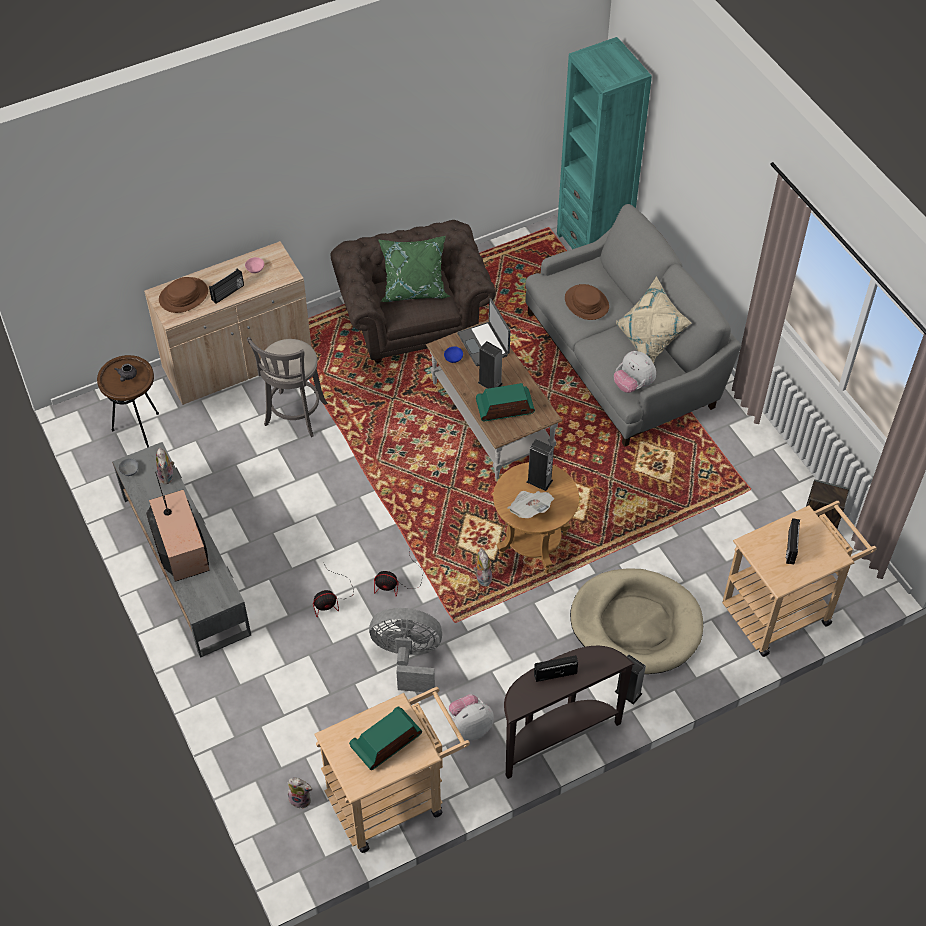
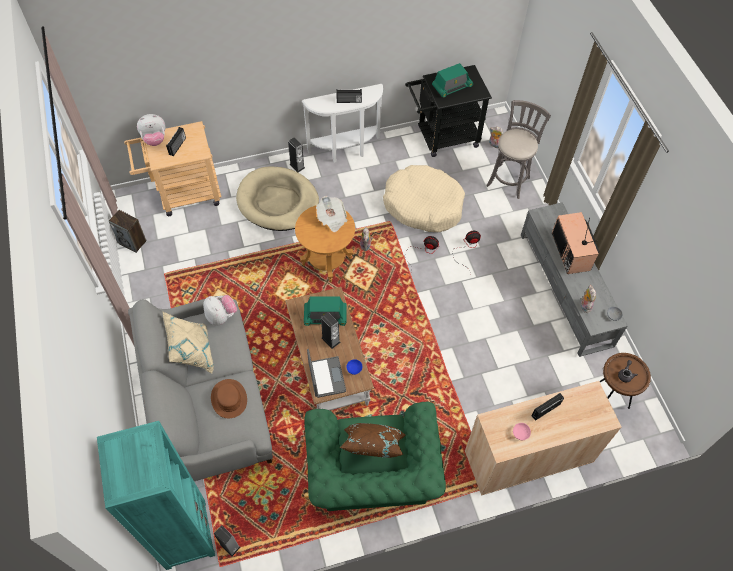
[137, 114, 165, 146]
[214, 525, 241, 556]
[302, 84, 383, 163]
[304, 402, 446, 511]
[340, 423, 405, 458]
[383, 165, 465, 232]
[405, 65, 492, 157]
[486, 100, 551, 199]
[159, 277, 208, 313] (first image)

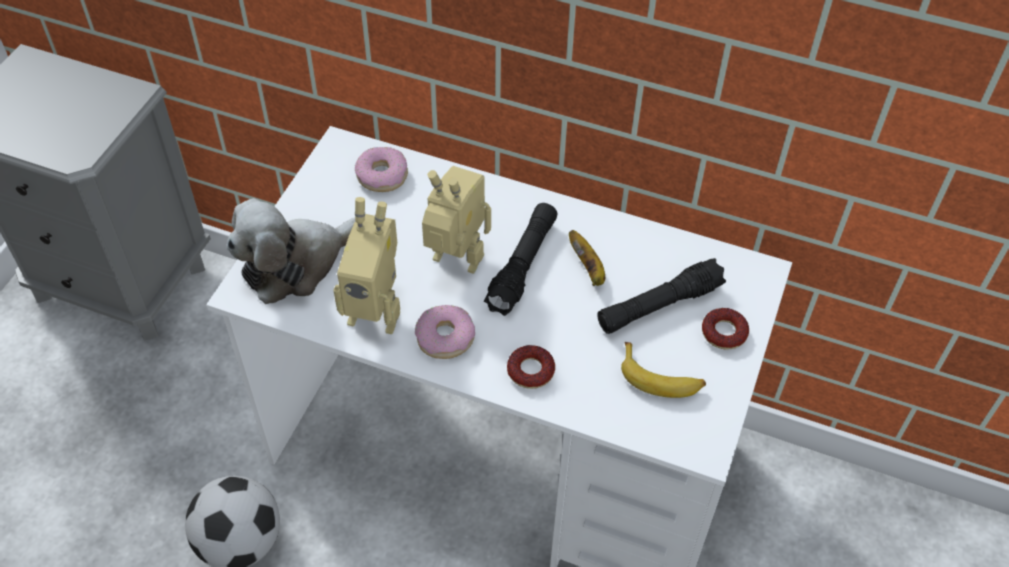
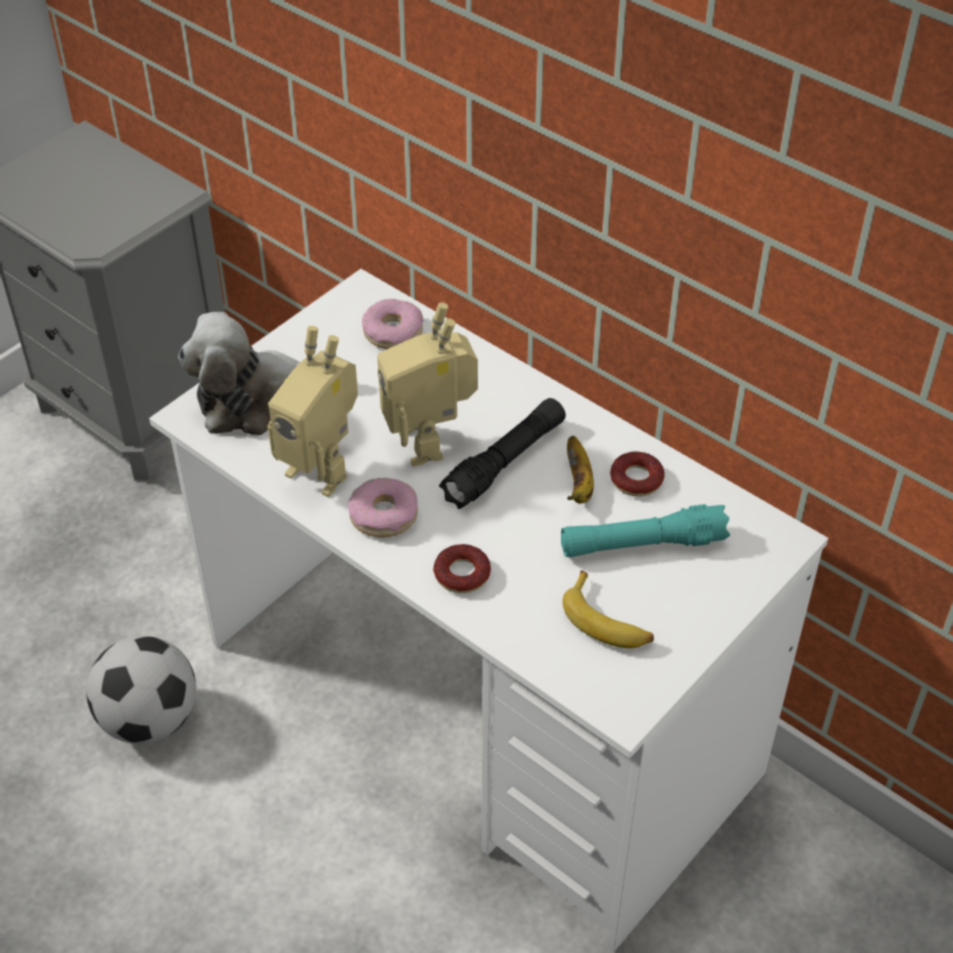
[377, 302, 478, 467]
[561, 504, 730, 557]
[610, 451, 665, 497]

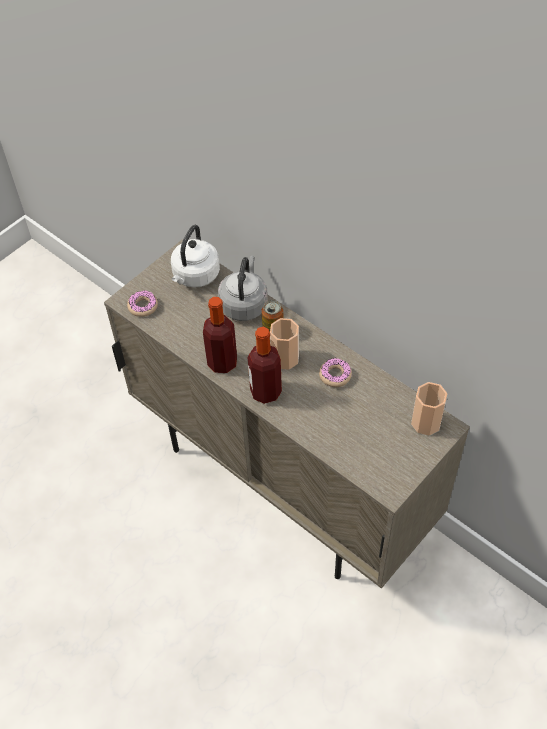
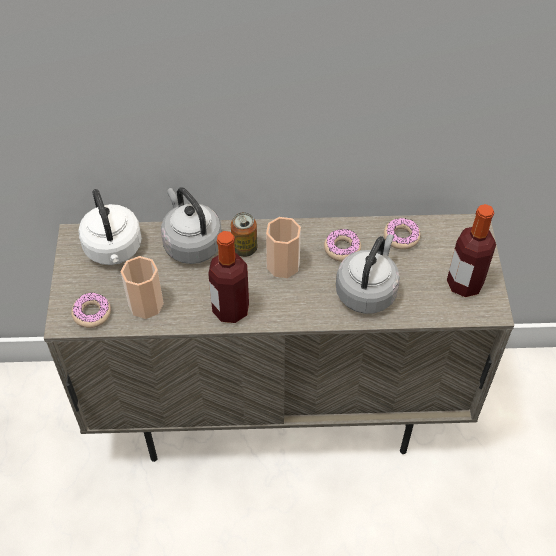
[121, 256, 164, 319]
[336, 234, 400, 314]
[384, 218, 421, 250]
[447, 204, 496, 297]

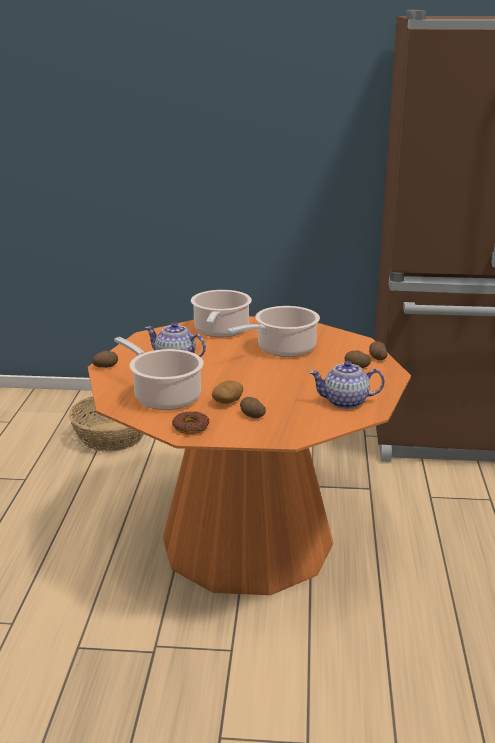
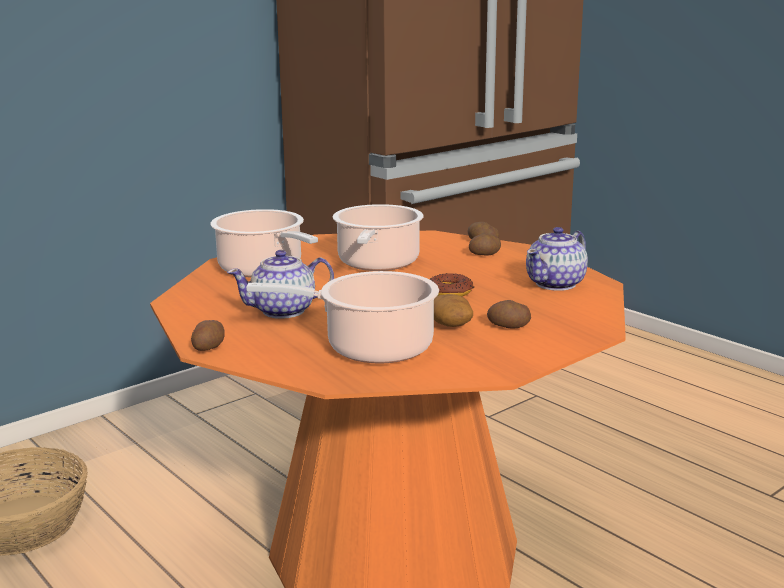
[429, 273, 474, 296]

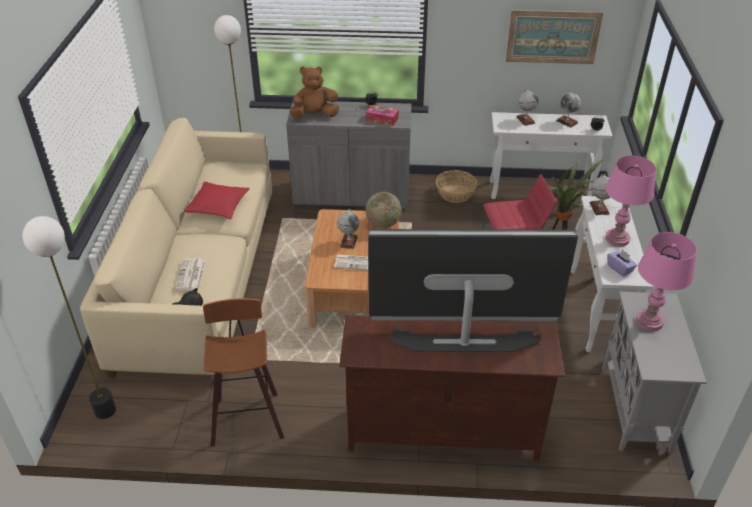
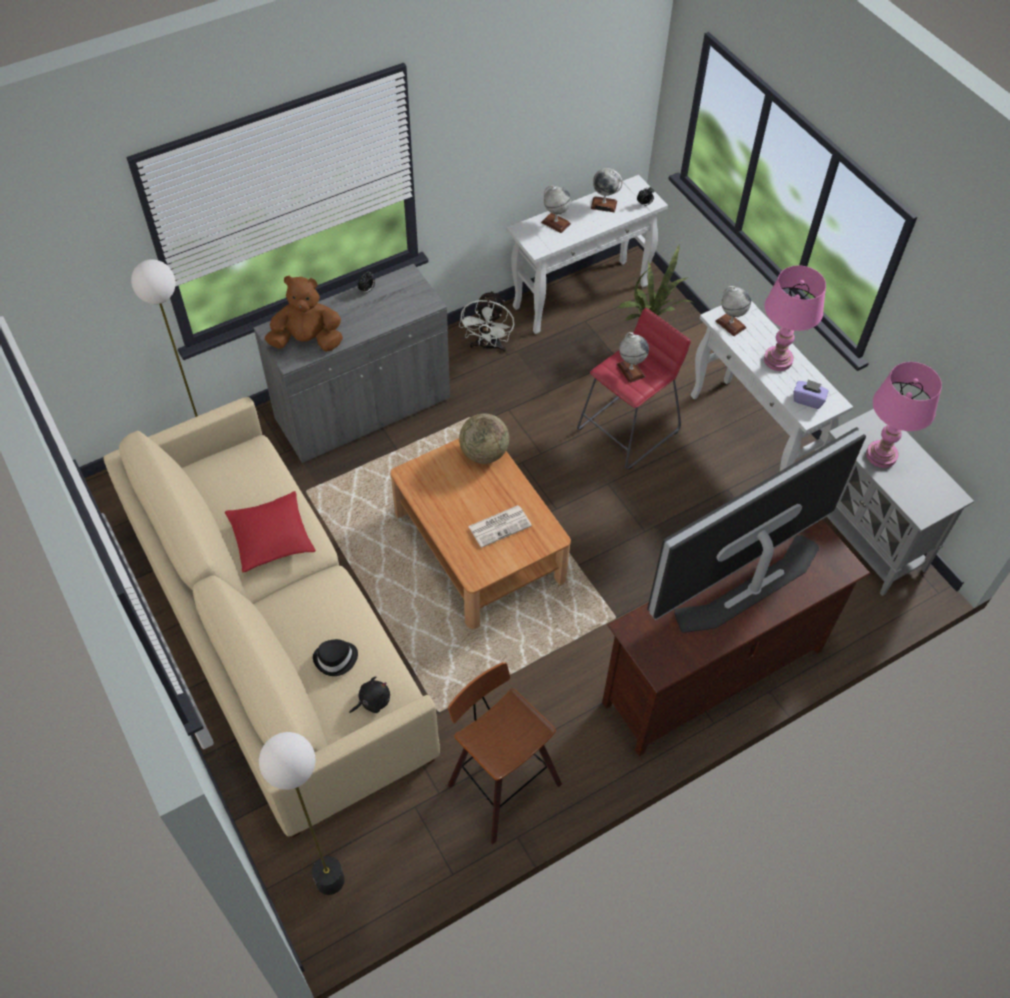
[265, 276, 343, 352]
[313, 639, 358, 676]
[459, 290, 514, 352]
[617, 332, 649, 383]
[366, 105, 398, 126] (first image)
[506, 10, 603, 64] (first image)

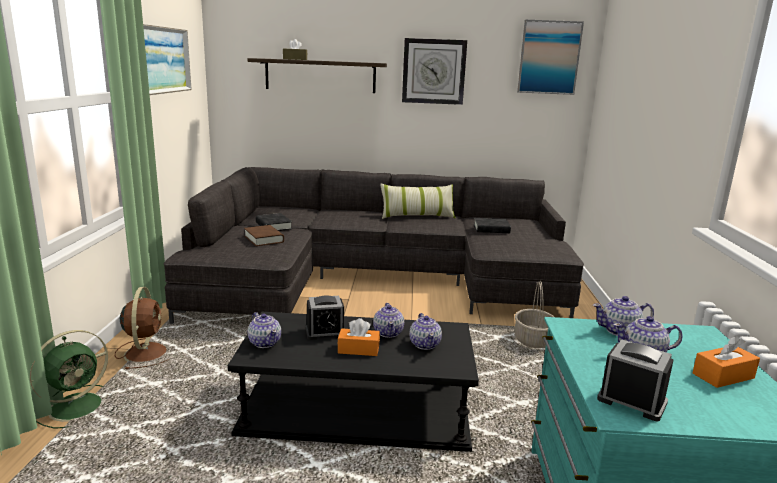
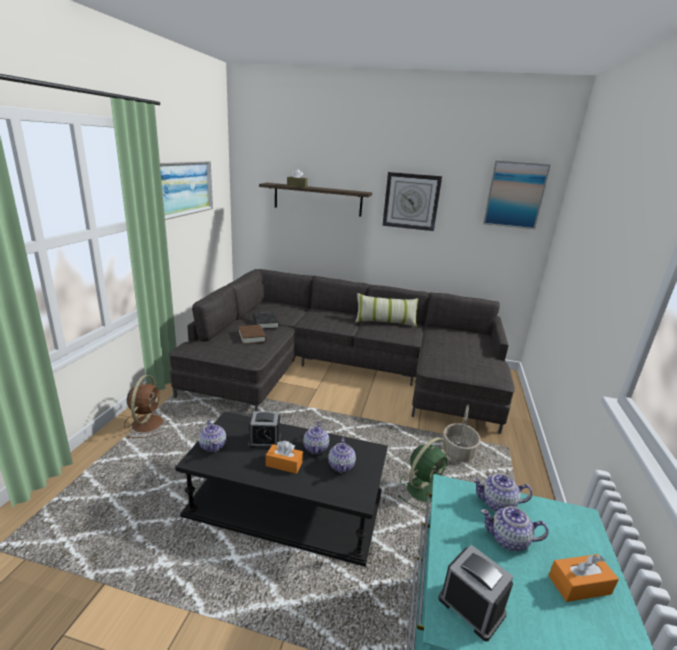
[398, 437, 447, 510]
[474, 218, 511, 233] (first image)

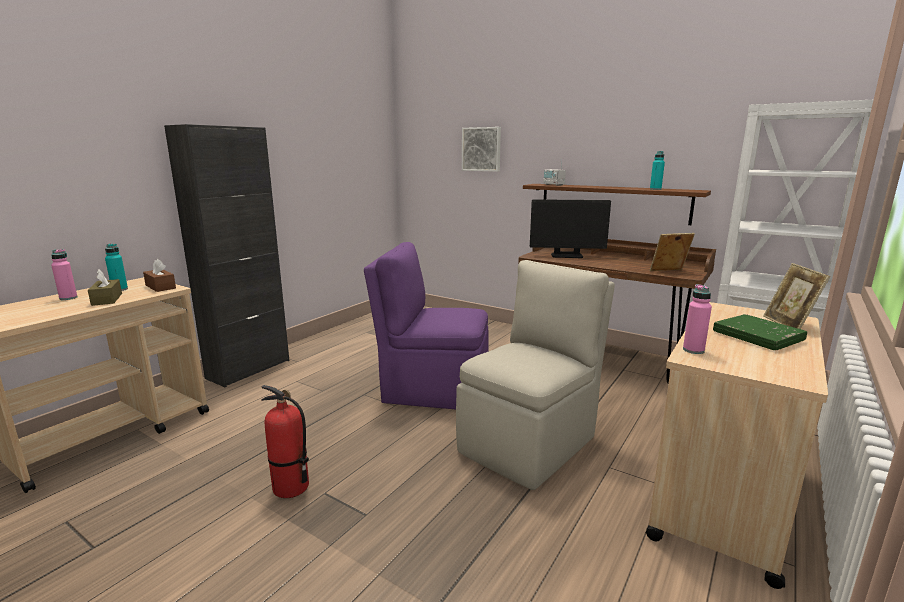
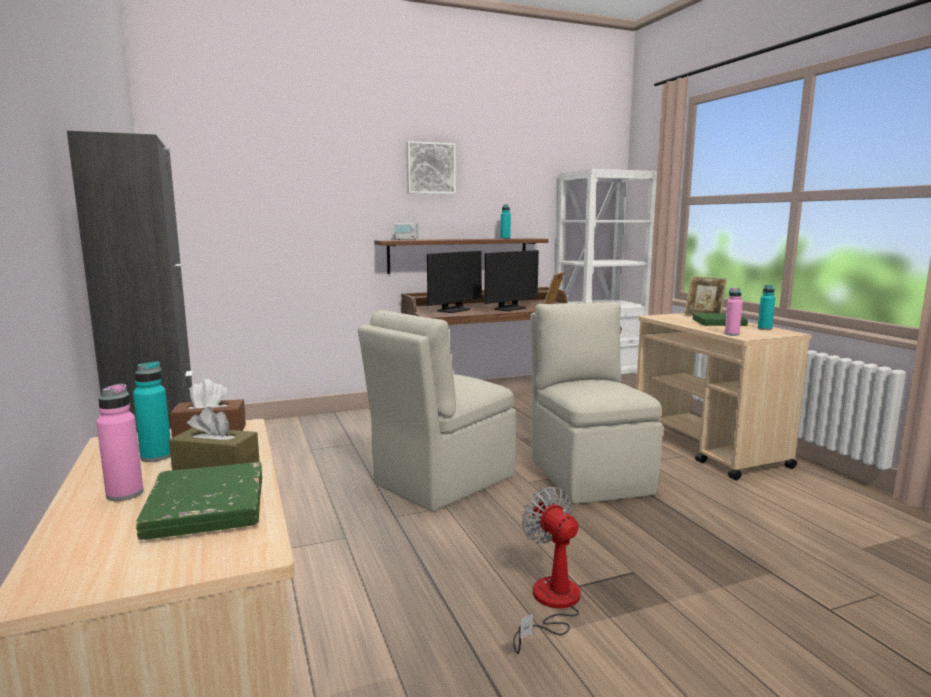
[136, 462, 262, 540]
[358, 310, 516, 511]
[406, 141, 455, 194]
[484, 250, 539, 311]
[513, 487, 580, 654]
[758, 285, 775, 330]

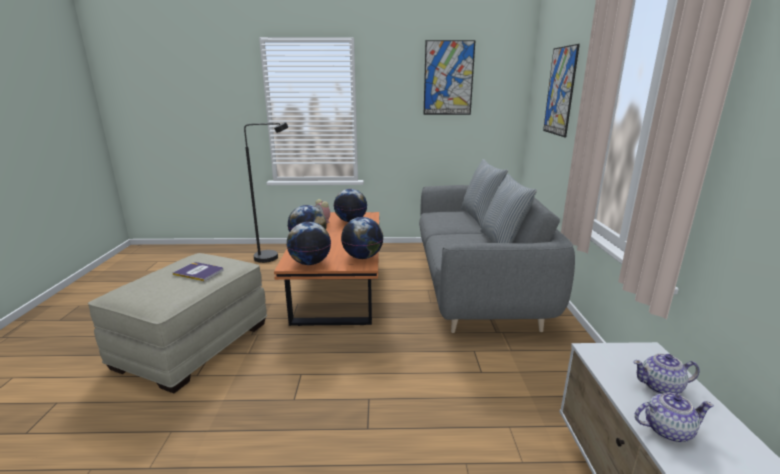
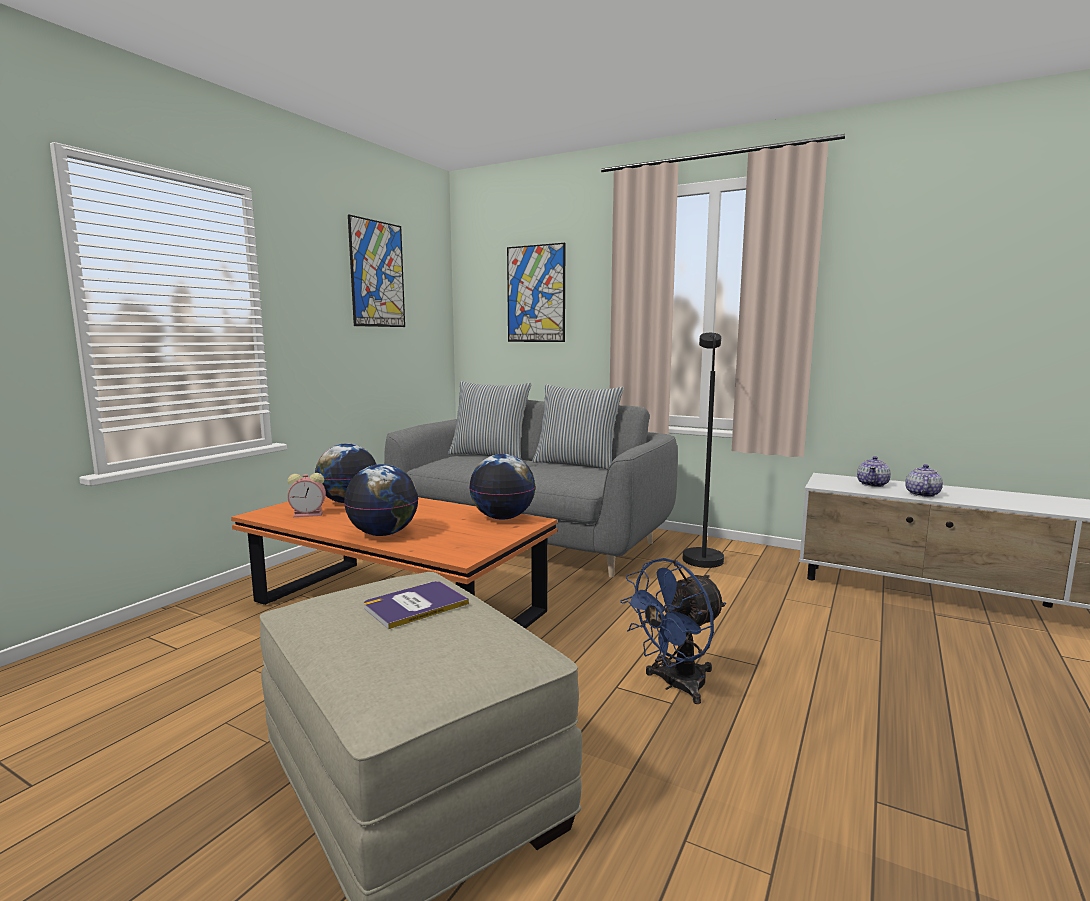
[620, 558, 726, 704]
[683, 333, 724, 568]
[286, 222, 331, 265] (first image)

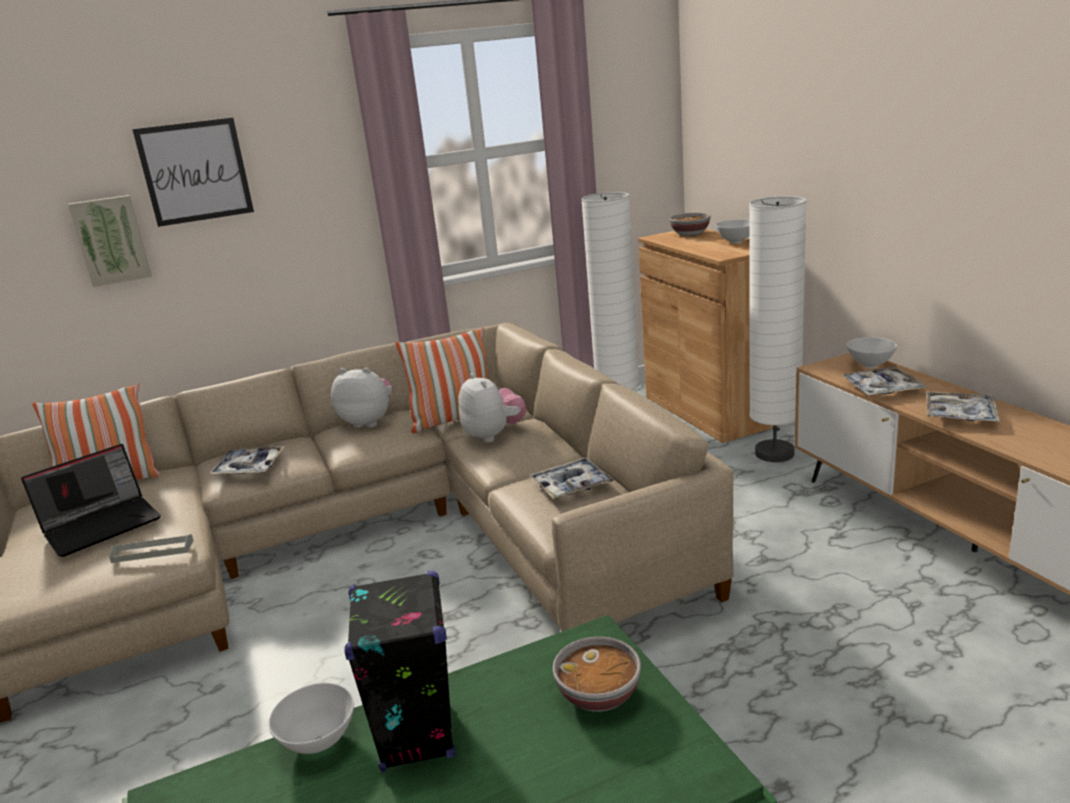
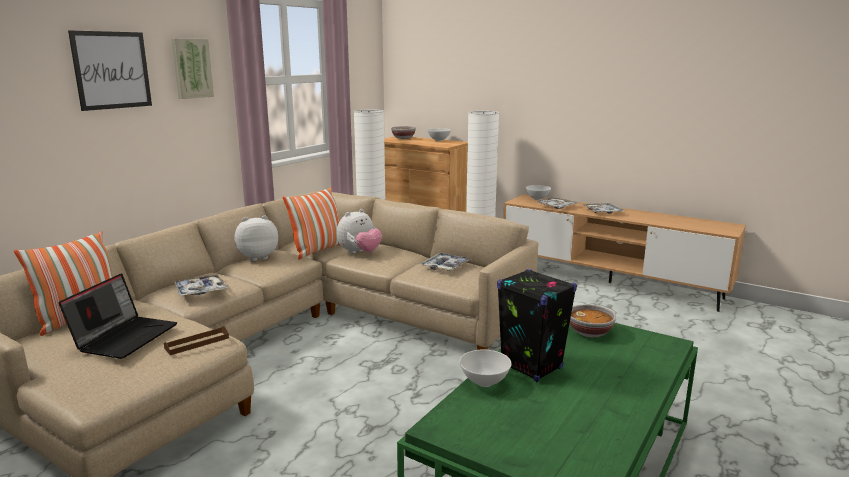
[164, 326, 229, 355]
[171, 38, 214, 99]
[337, 209, 382, 254]

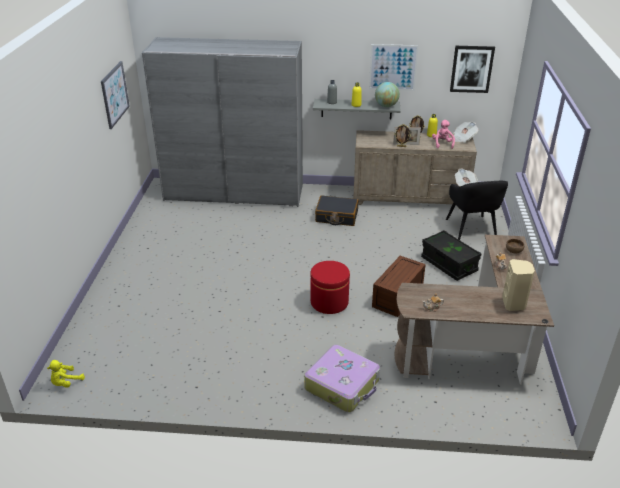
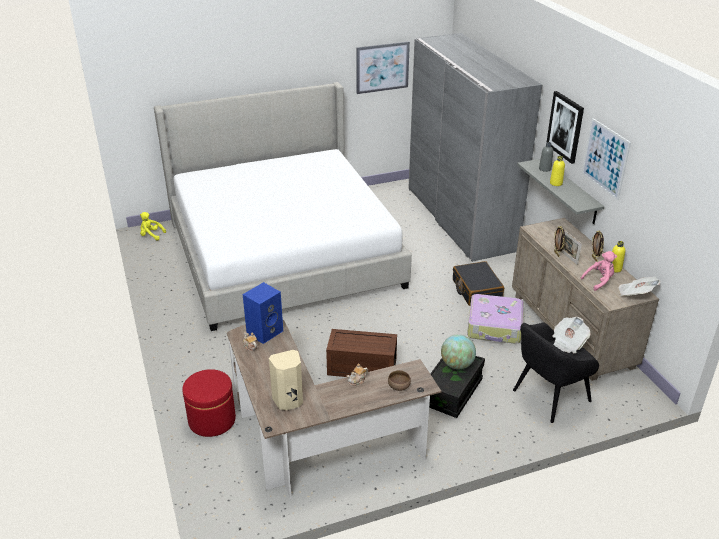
[154, 82, 412, 331]
[182, 369, 236, 437]
[243, 282, 283, 344]
[441, 334, 476, 369]
[467, 294, 523, 343]
[546, 91, 584, 164]

